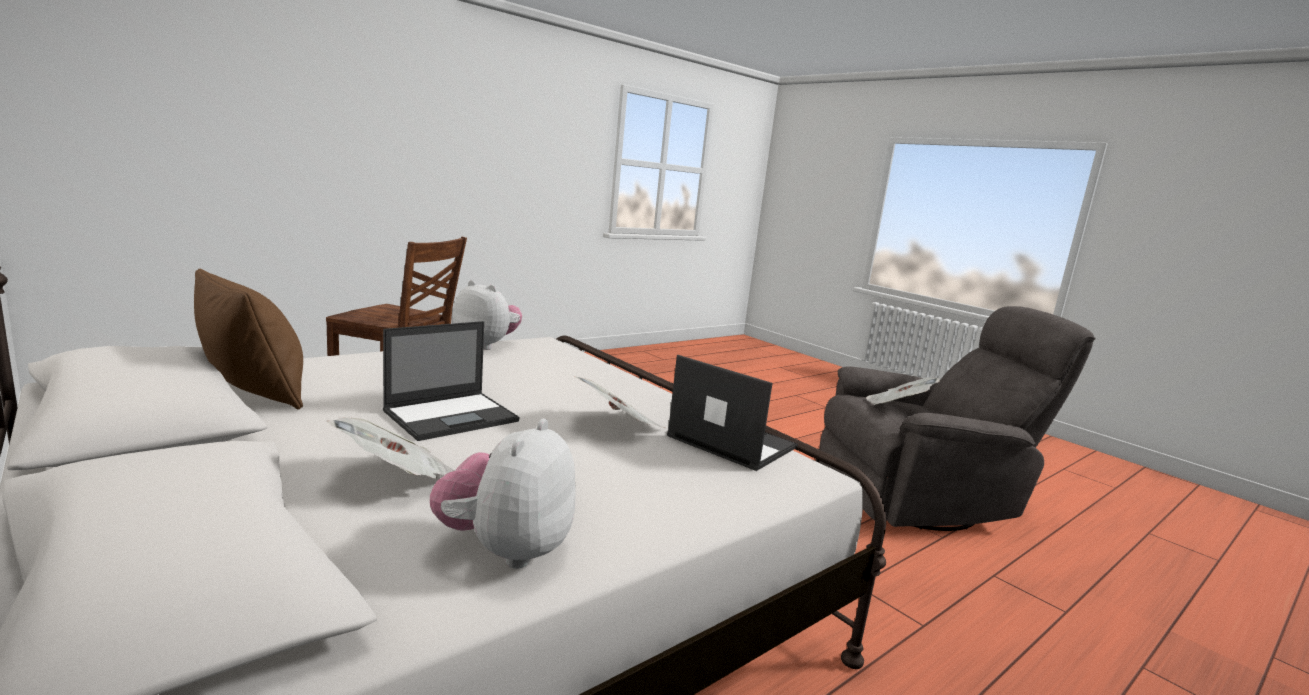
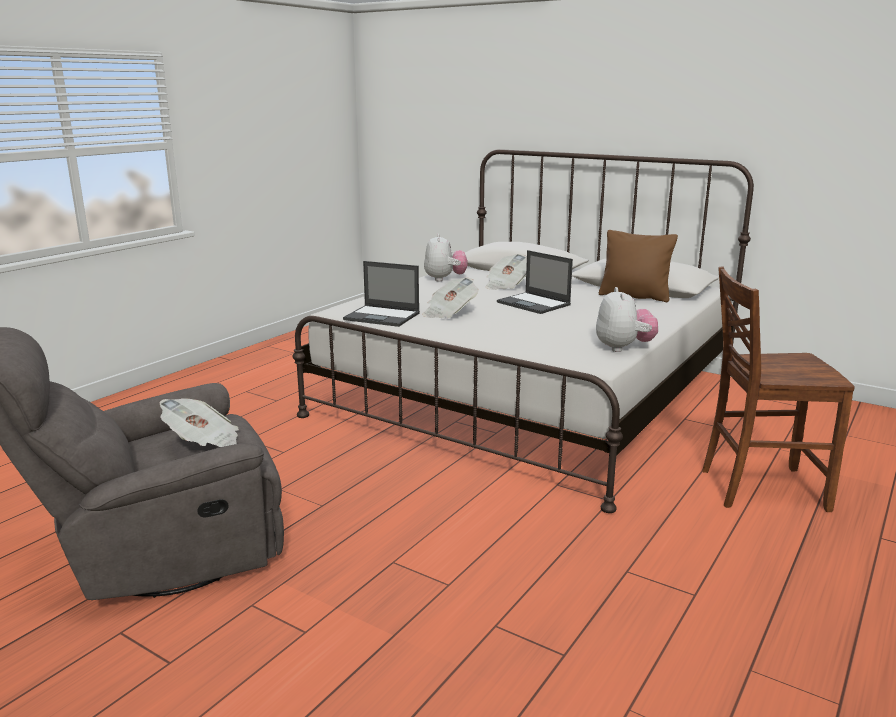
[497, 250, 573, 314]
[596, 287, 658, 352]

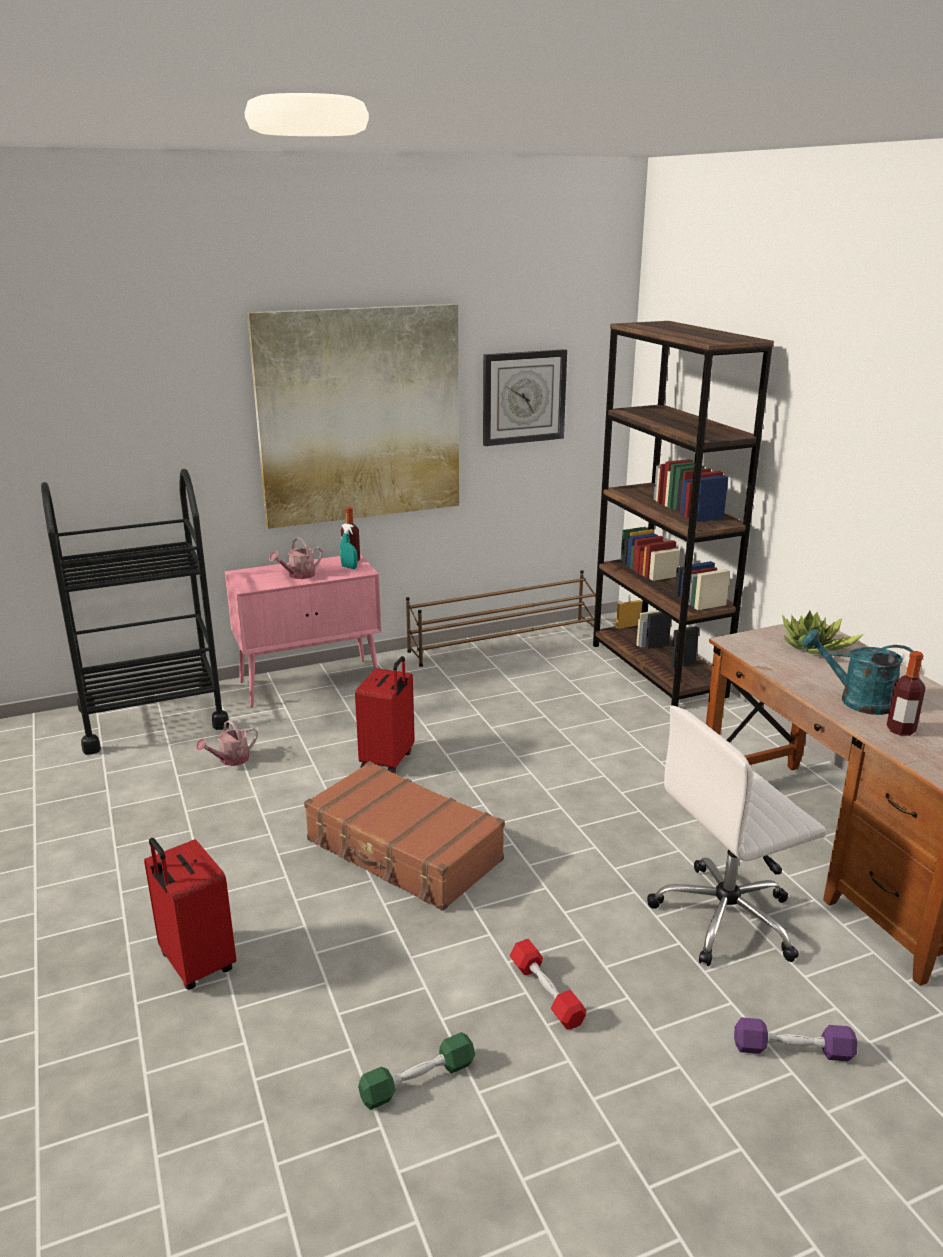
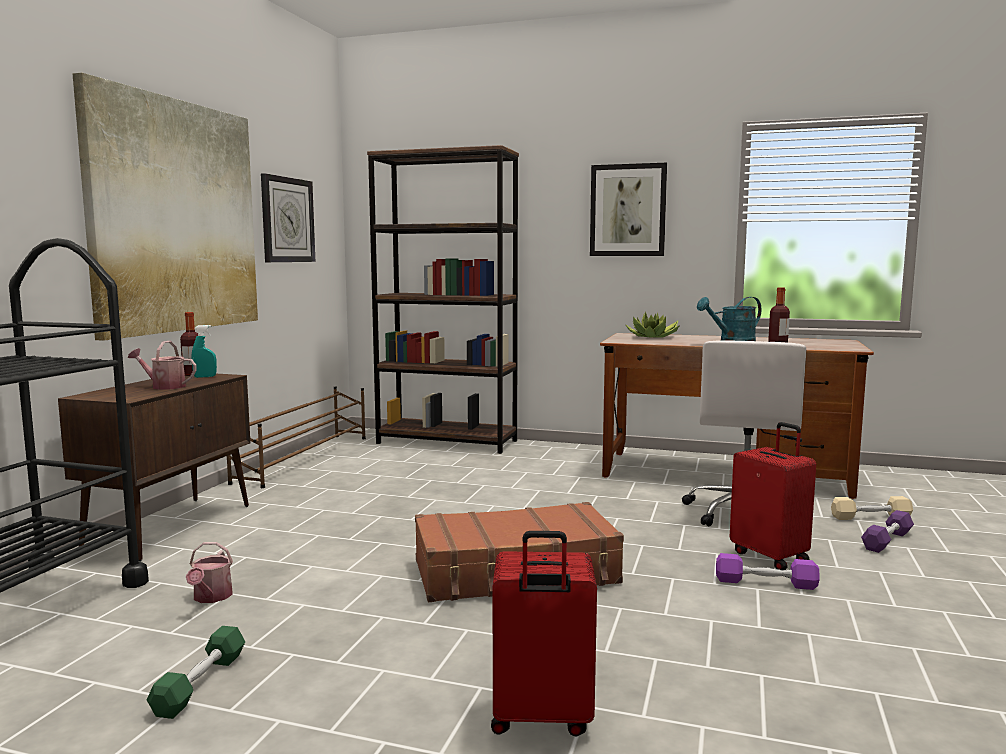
[58, 374, 250, 561]
[128, 341, 196, 390]
[147, 626, 245, 719]
[590, 163, 667, 256]
[716, 553, 820, 590]
[730, 422, 816, 570]
[831, 496, 913, 520]

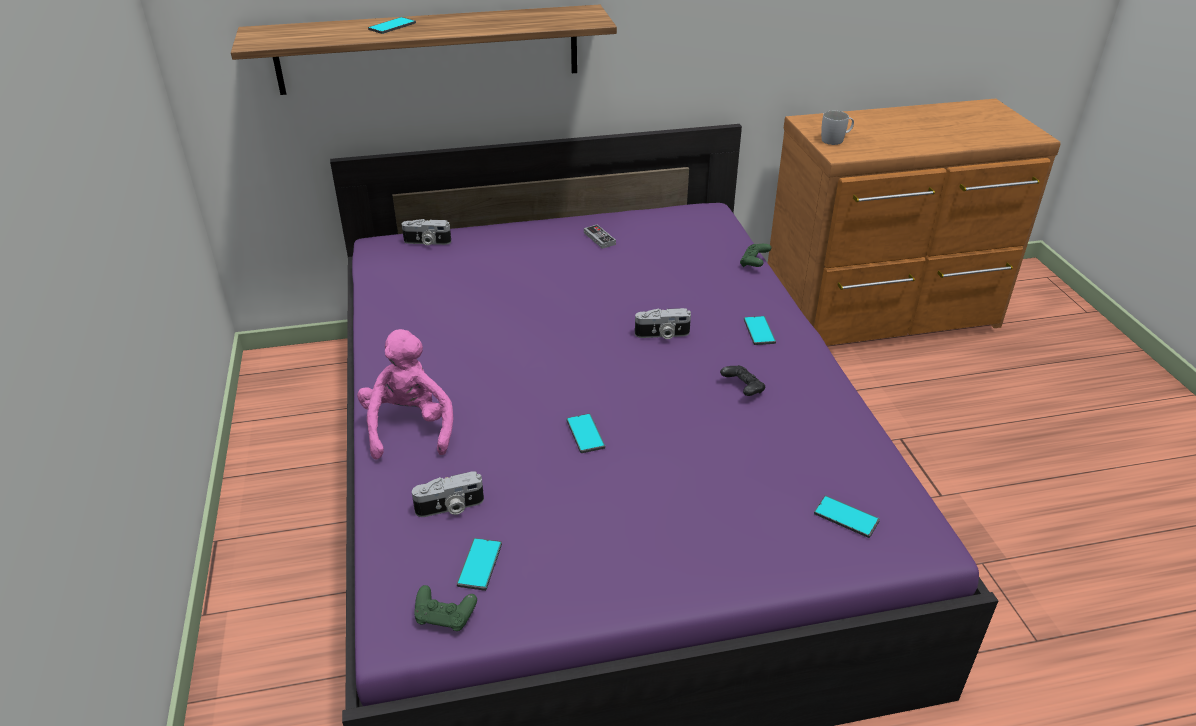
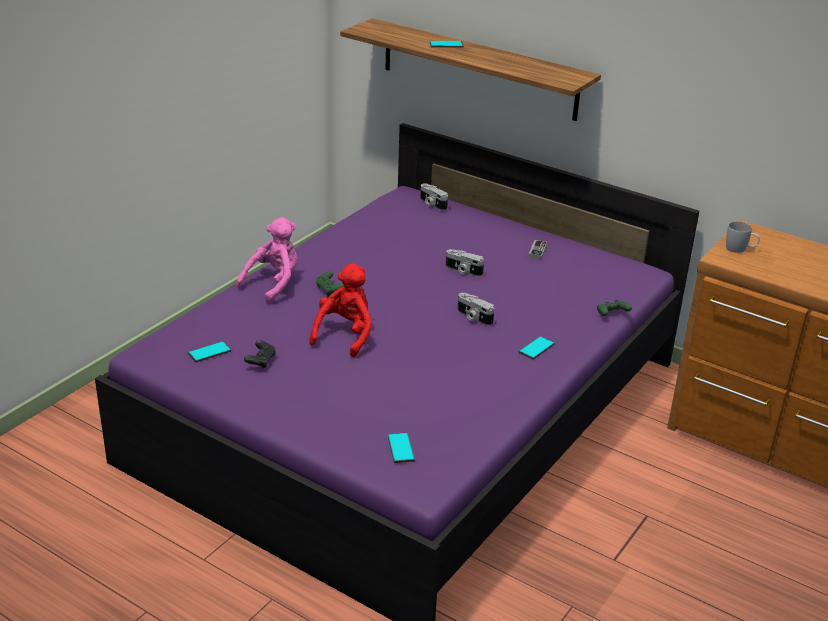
[244, 340, 276, 369]
[309, 263, 372, 357]
[316, 271, 344, 296]
[446, 249, 484, 277]

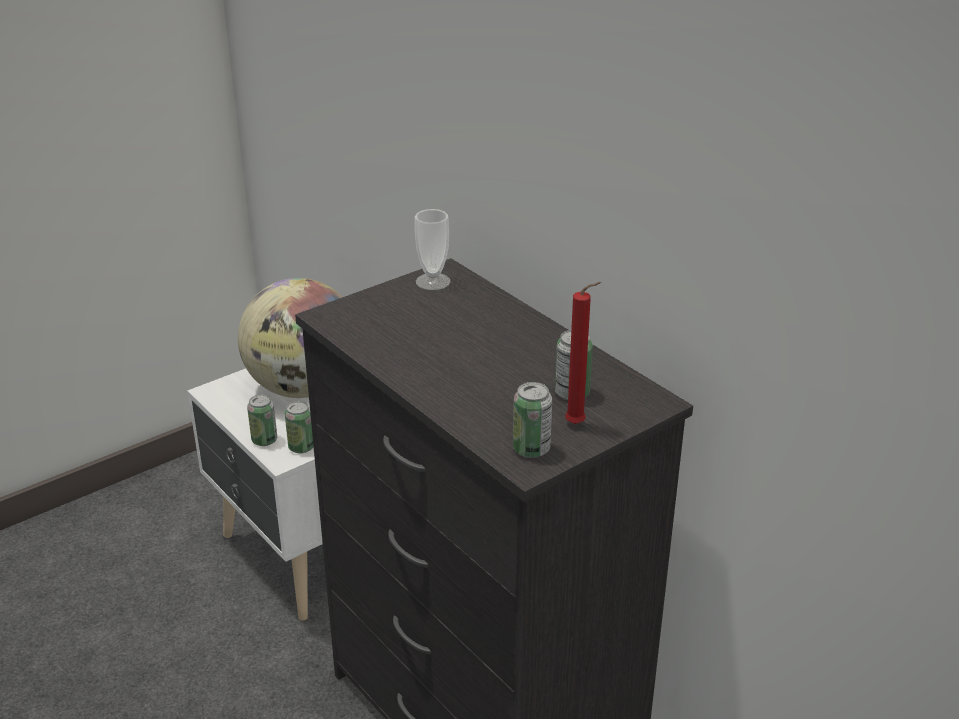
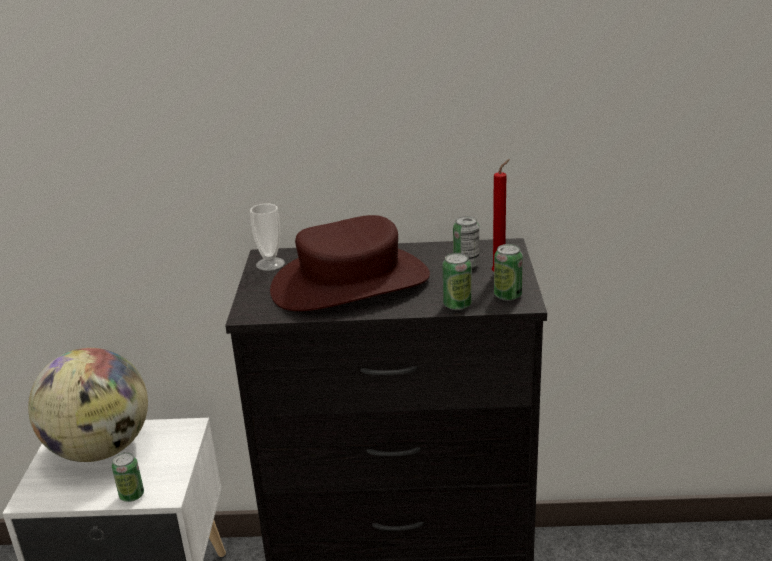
[270, 215, 430, 311]
[443, 253, 471, 310]

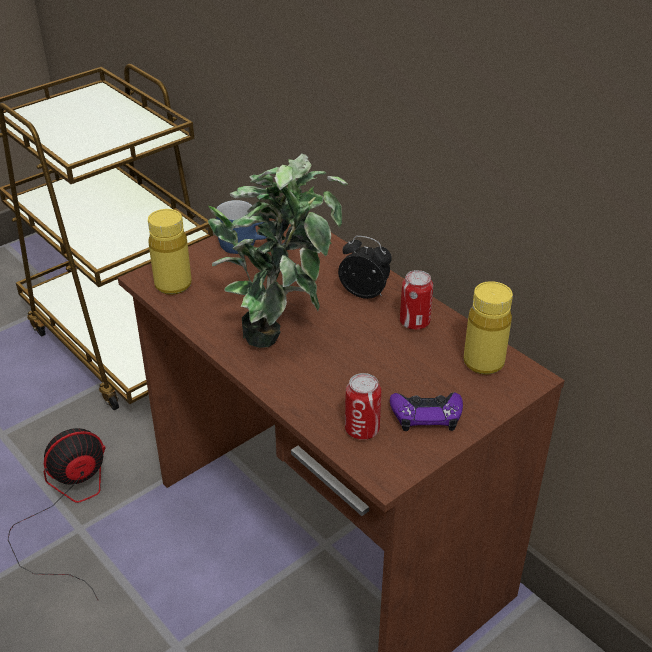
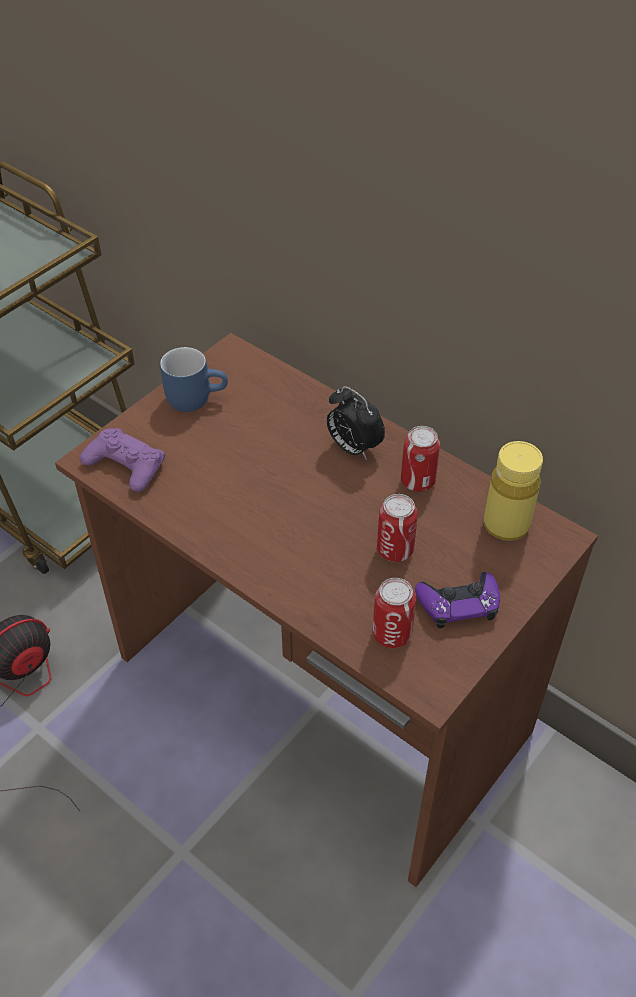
[80, 428, 165, 492]
[327, 386, 385, 460]
[377, 494, 418, 562]
[208, 153, 348, 348] (first image)

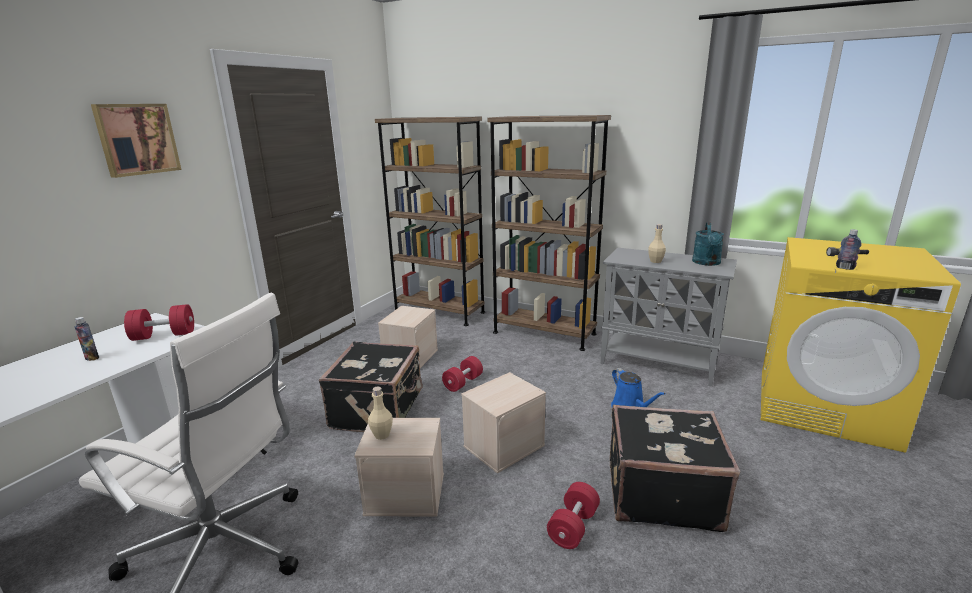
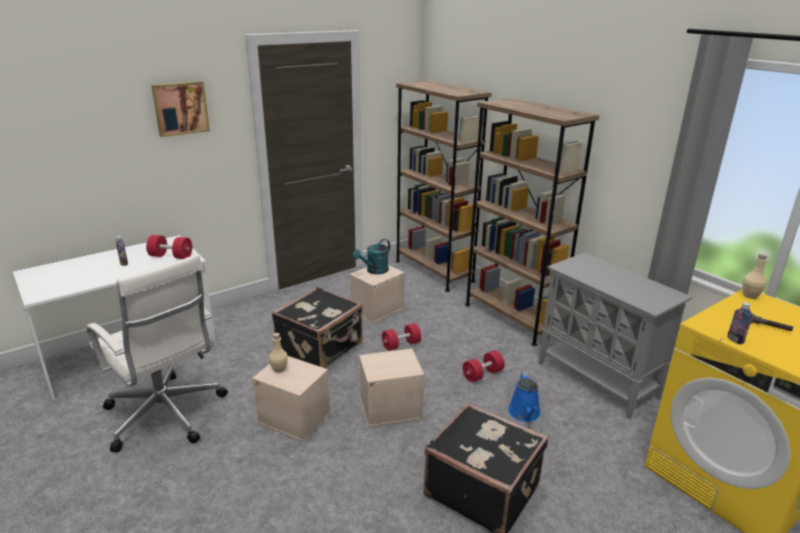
[353, 239, 390, 274]
[462, 350, 505, 382]
[742, 253, 768, 299]

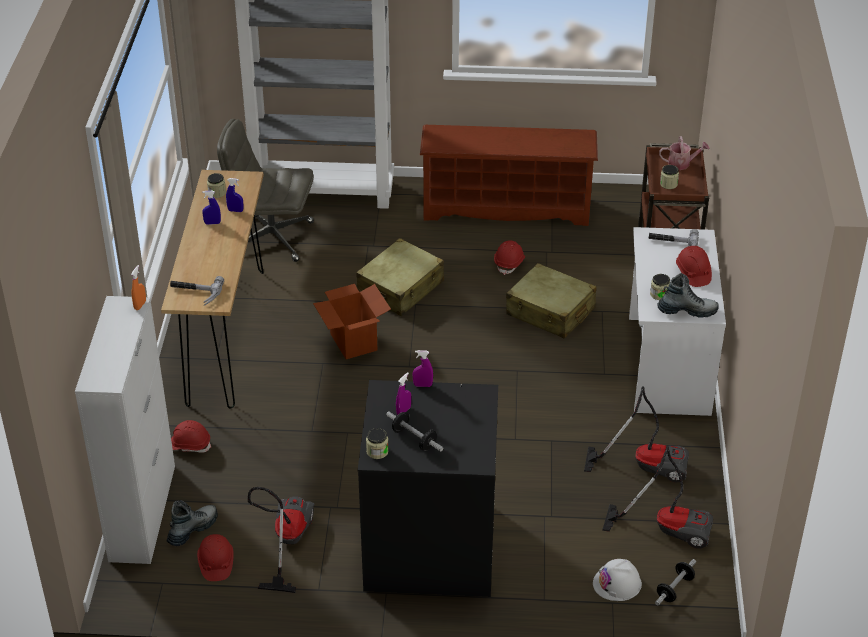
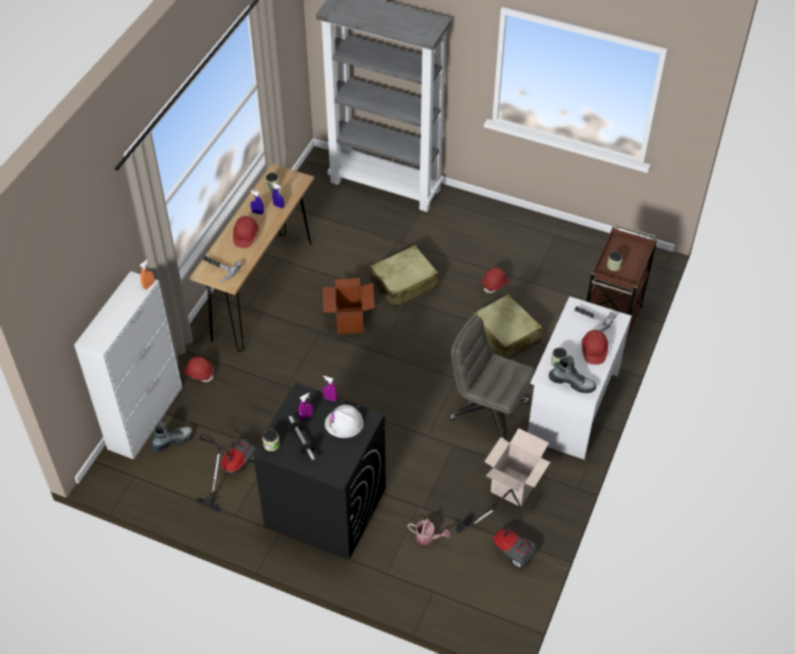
[233, 216, 259, 248]
[325, 405, 364, 438]
[407, 518, 450, 545]
[449, 315, 535, 440]
[484, 428, 550, 506]
[420, 125, 598, 226] (first image)
[655, 559, 696, 605] (first image)

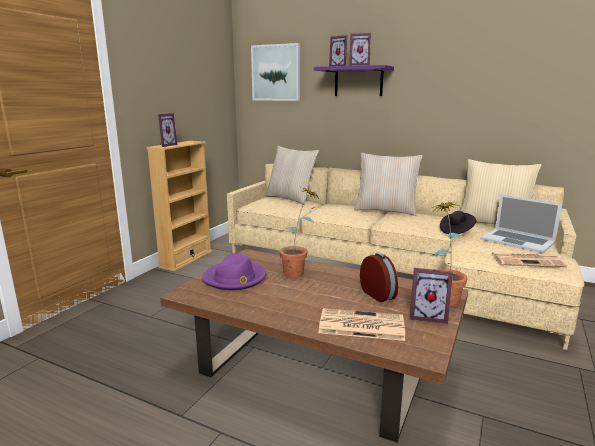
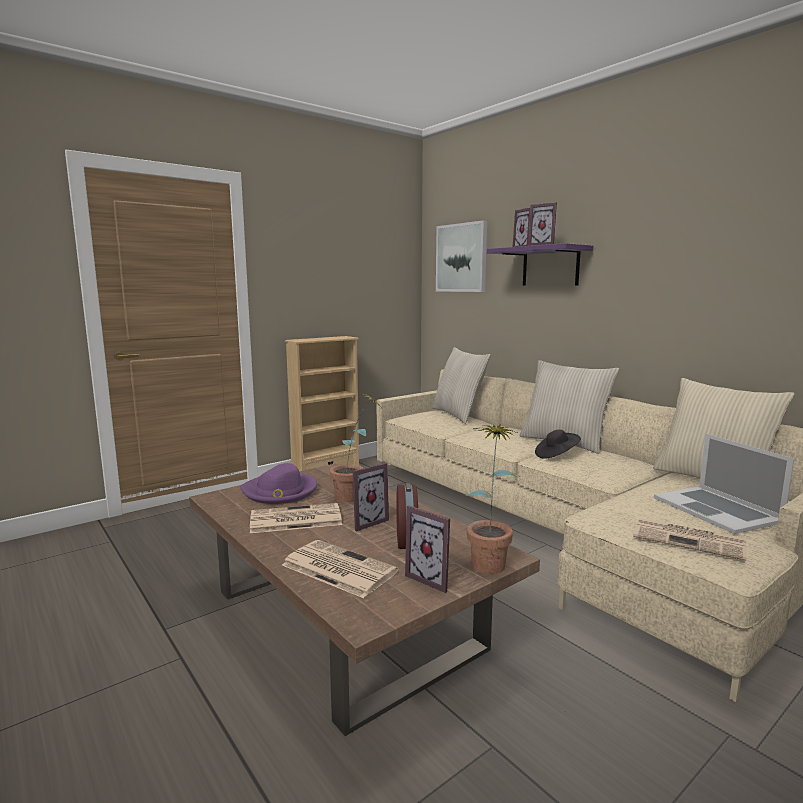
[250, 503, 342, 533]
[353, 463, 389, 531]
[535, 429, 581, 459]

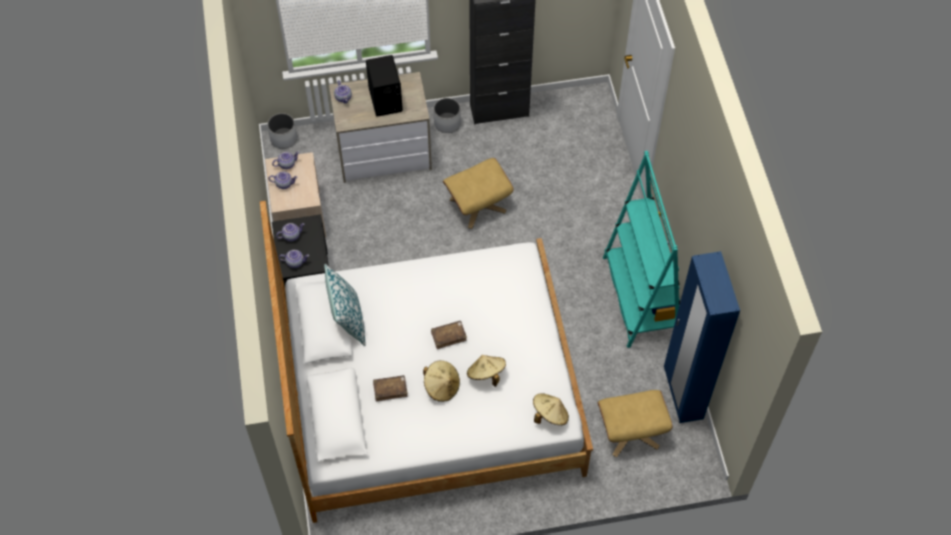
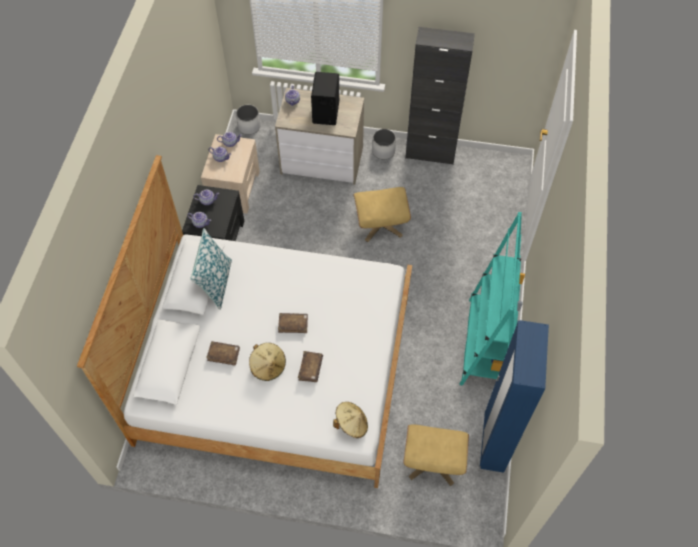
[298, 351, 323, 382]

